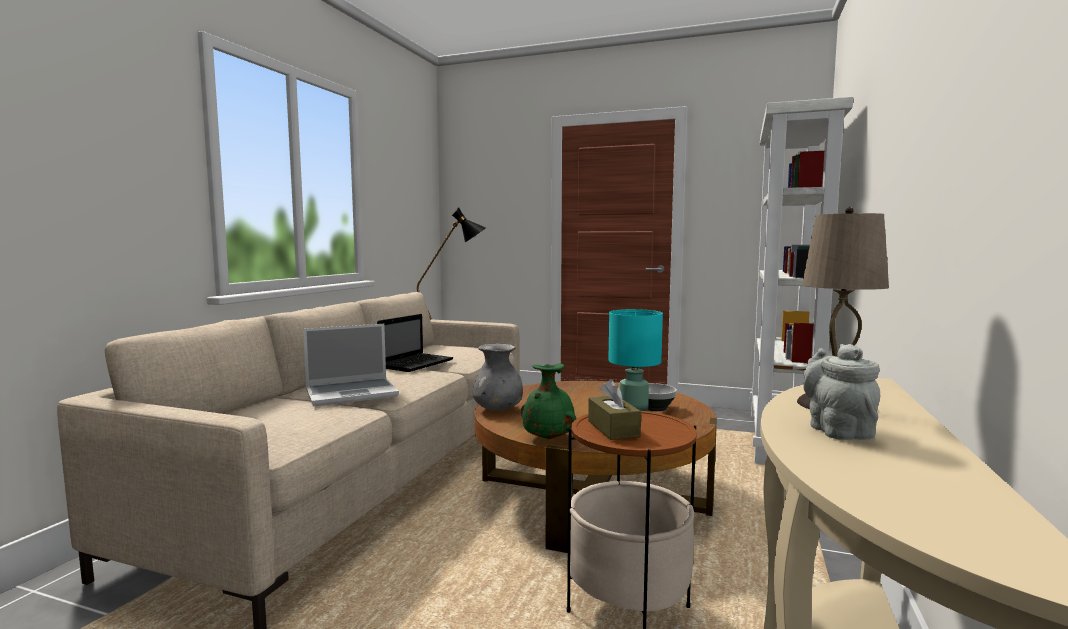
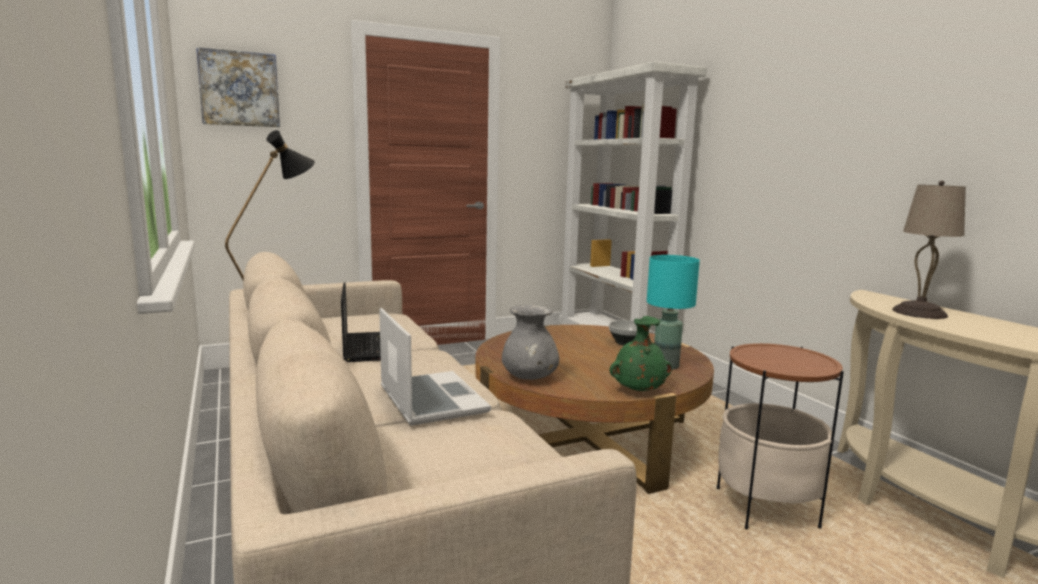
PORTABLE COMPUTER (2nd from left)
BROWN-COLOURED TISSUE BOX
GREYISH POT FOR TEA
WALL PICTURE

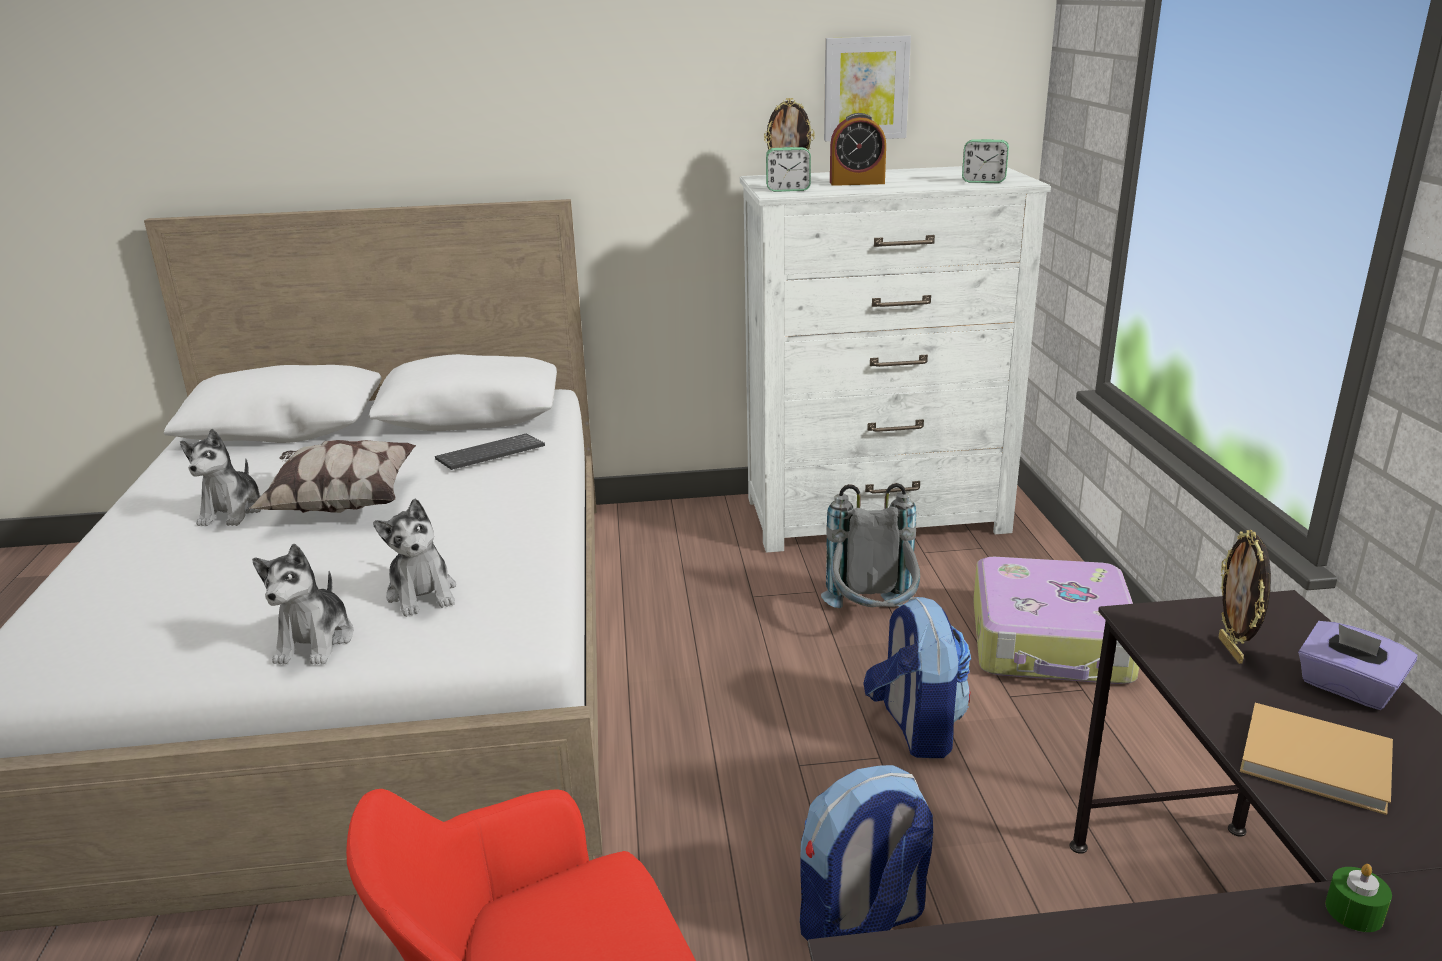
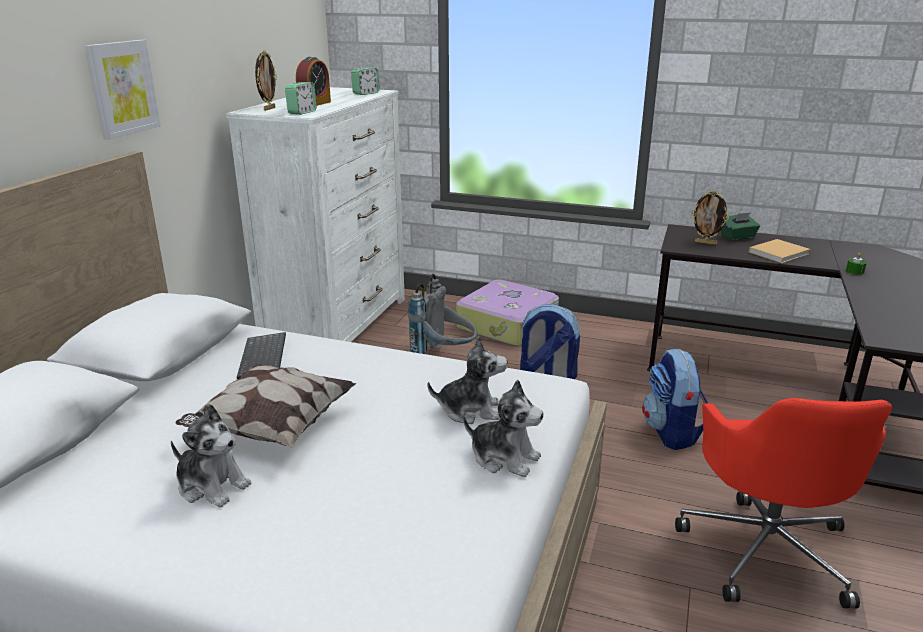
WALL PICTURE
GREEN-COLOURED TISSUE BOX

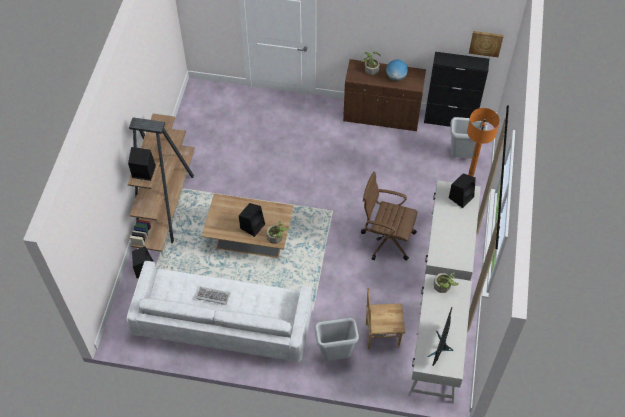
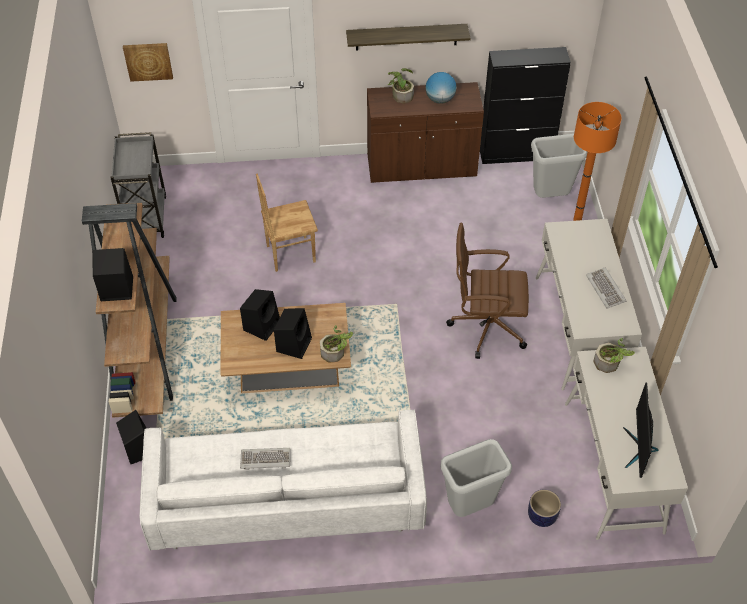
BROWN-COLOURED CHAIR
BLACK AUDIO SPEAKER (3rd from left)
WALL PICTURE
GREYISH TROLLEY
BRACKET SHELF
FLOWER POT
KEYBOARD (2nd from left)

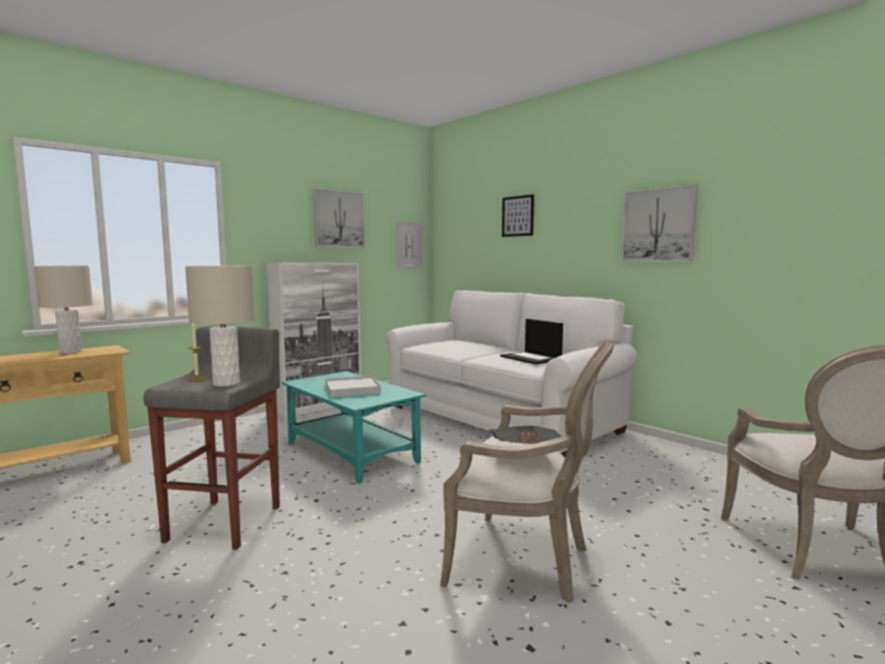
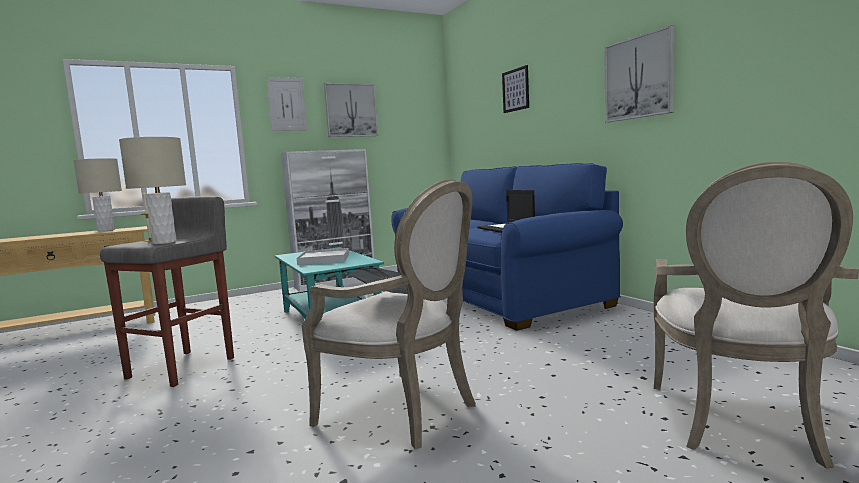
BLUISH SETTEE
WALL PICTURE (1st from left)

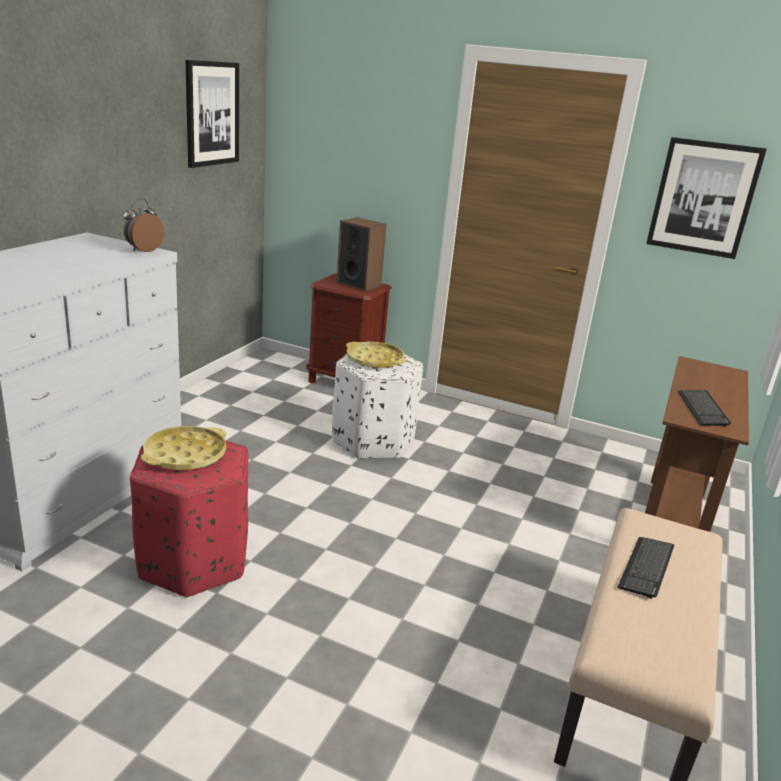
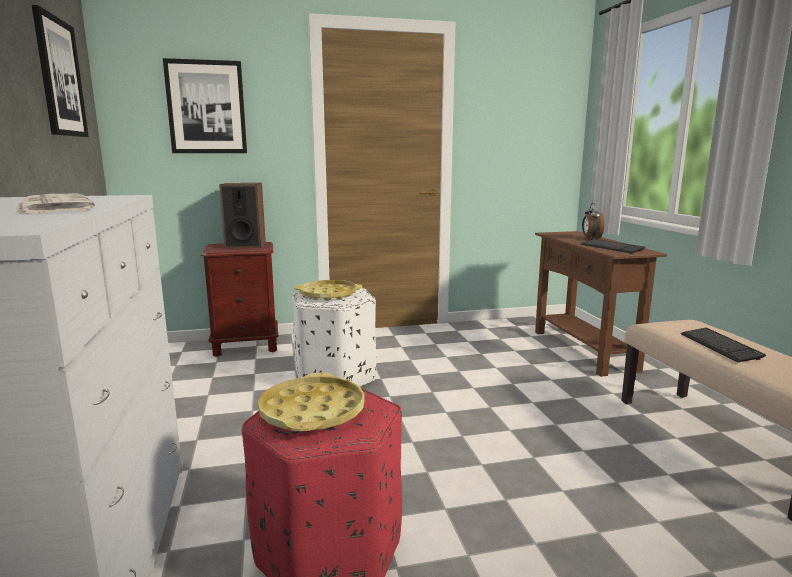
TABLE CLOCK
WALL PICTURE (2nd from left)
PRINTED PAPER

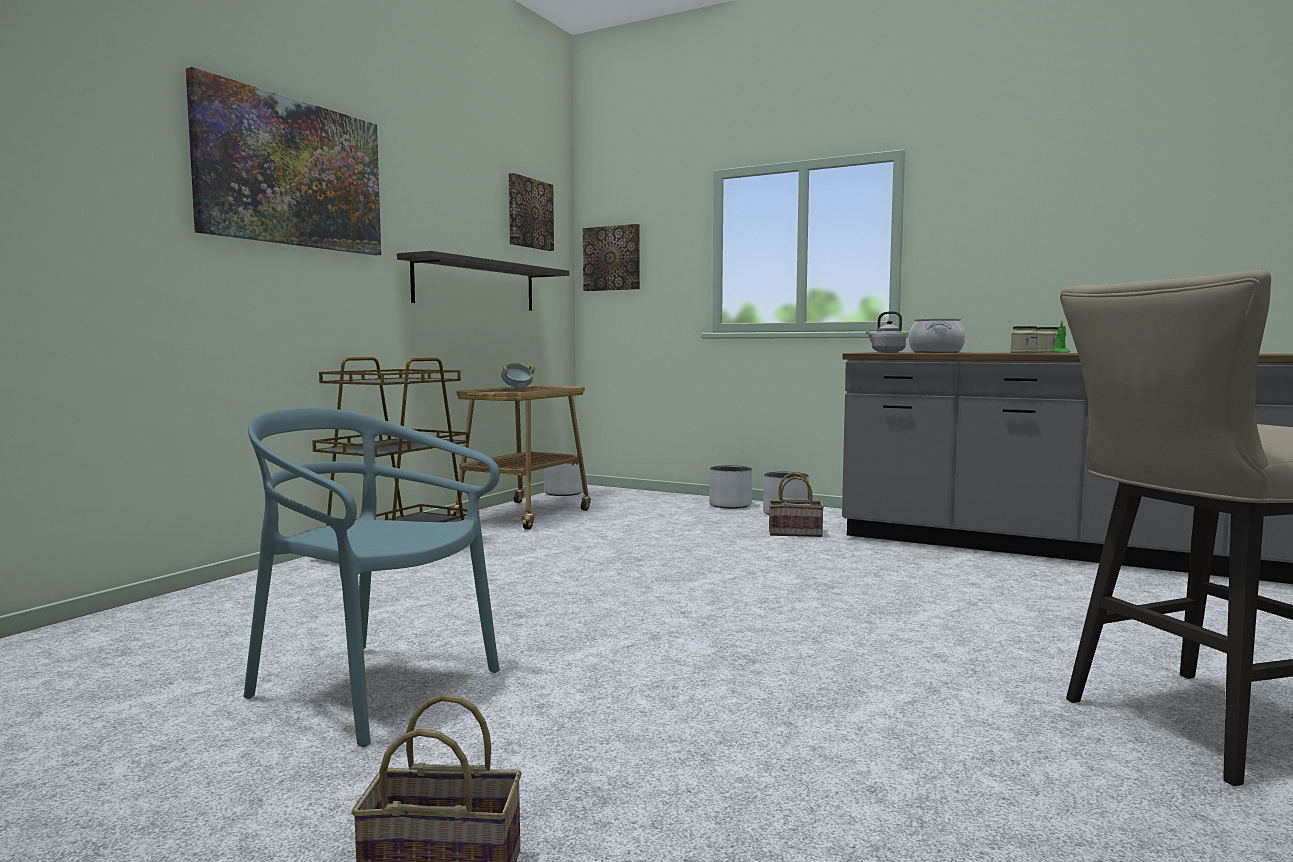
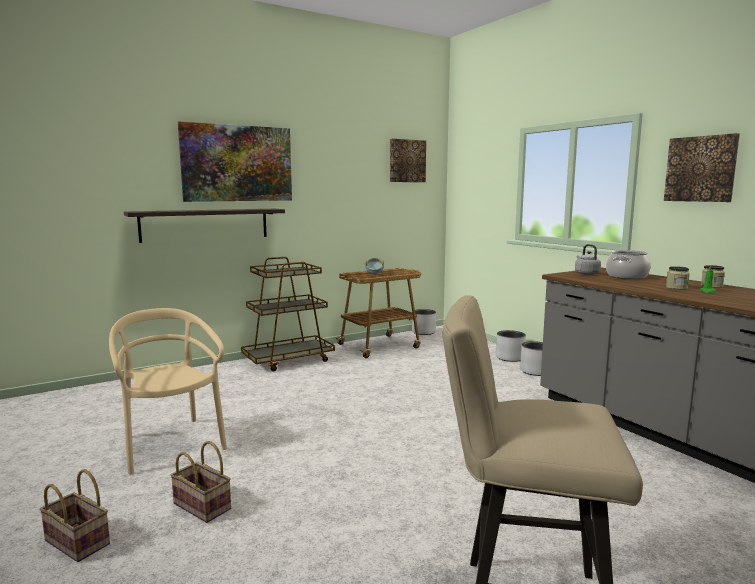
BEIGE-COLOURED CHAIR
BRACKET SHELF
WALL PICTURE (3rd from left)
STORAGE BASKET (2nd from left)

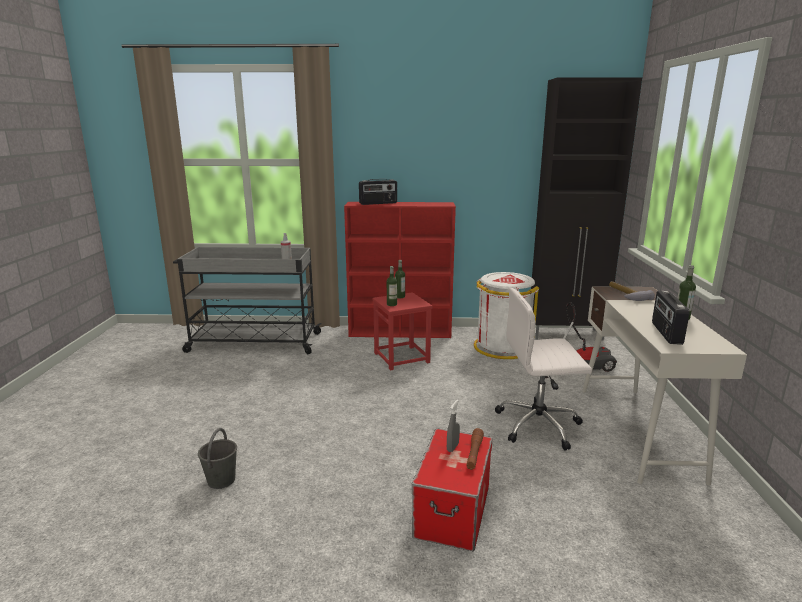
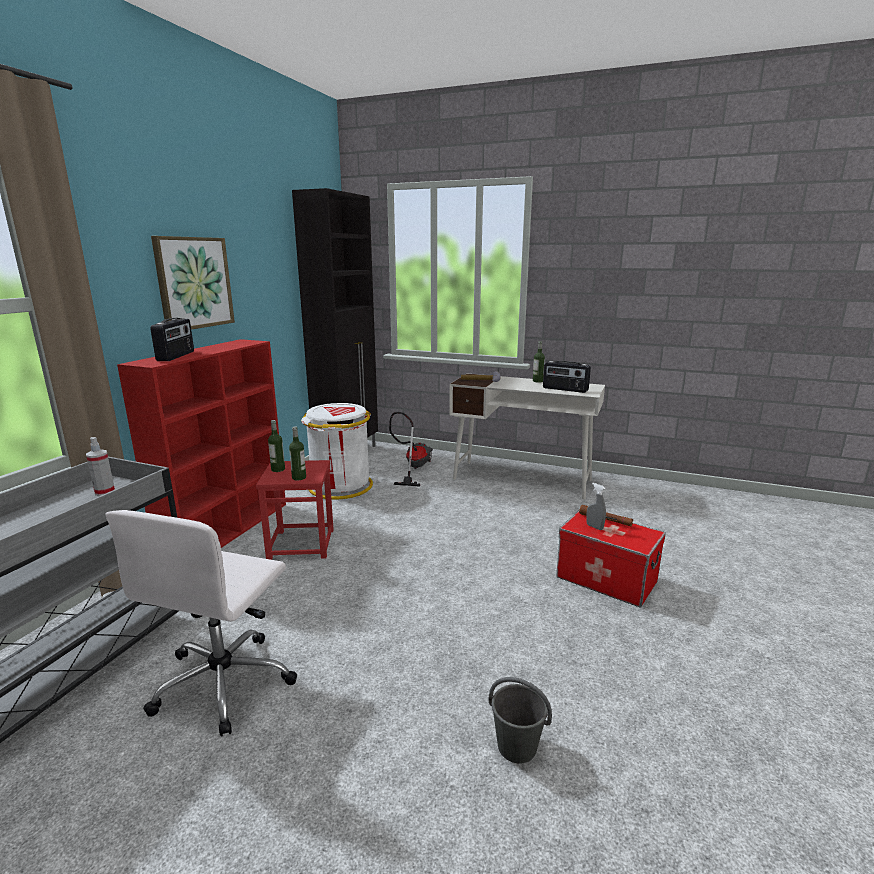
WHITE COMPUTER CHAIR
WALL PICTURE

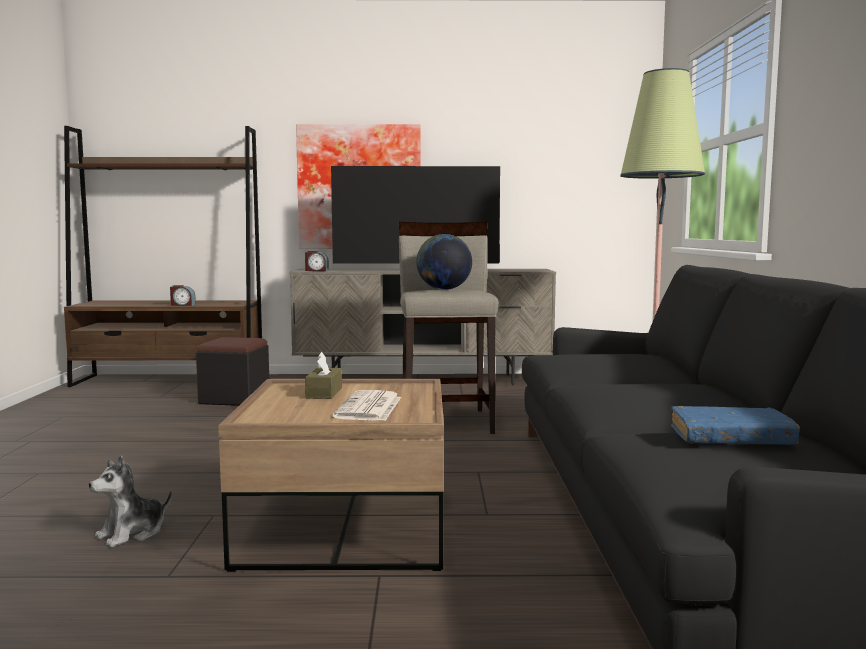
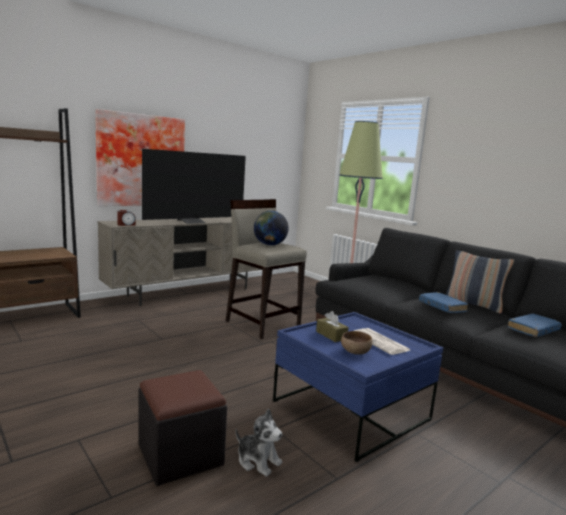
CUDDLY TOY
TABLE CLOCK (1st from left in the first image)
BLACK FOOTREST
BLUISH COFFEE TABLE
BROWN-COLOURED DEEP DISH
BLUISH BOOK (1st from left)
PILLOW

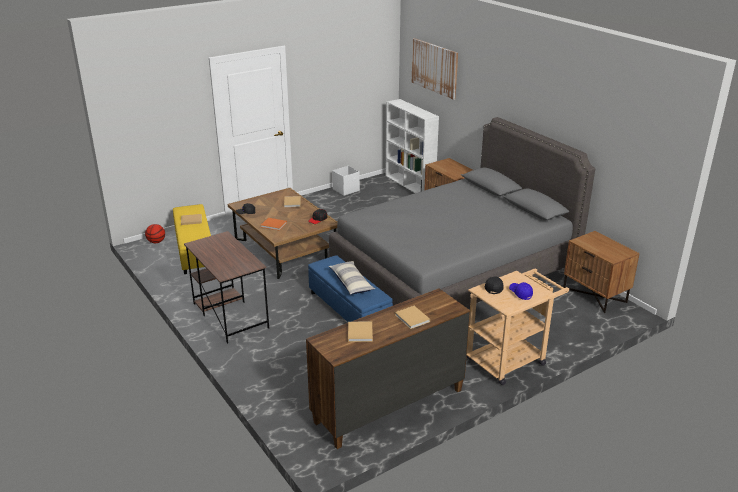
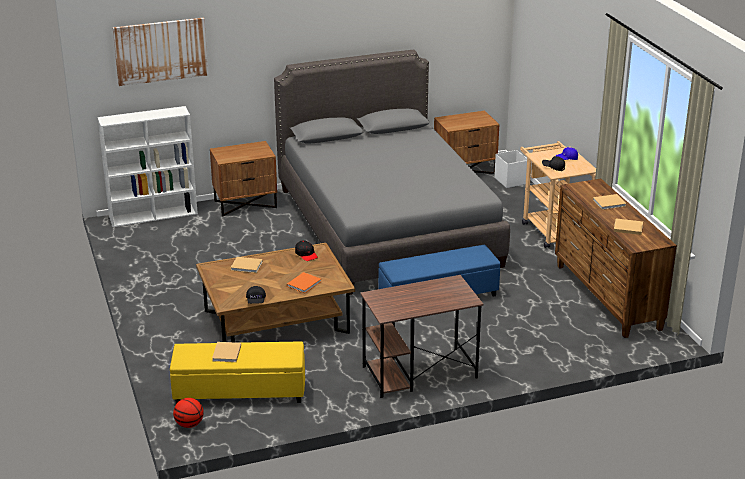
PILLOW
WHITE STORAGE CONTAINER

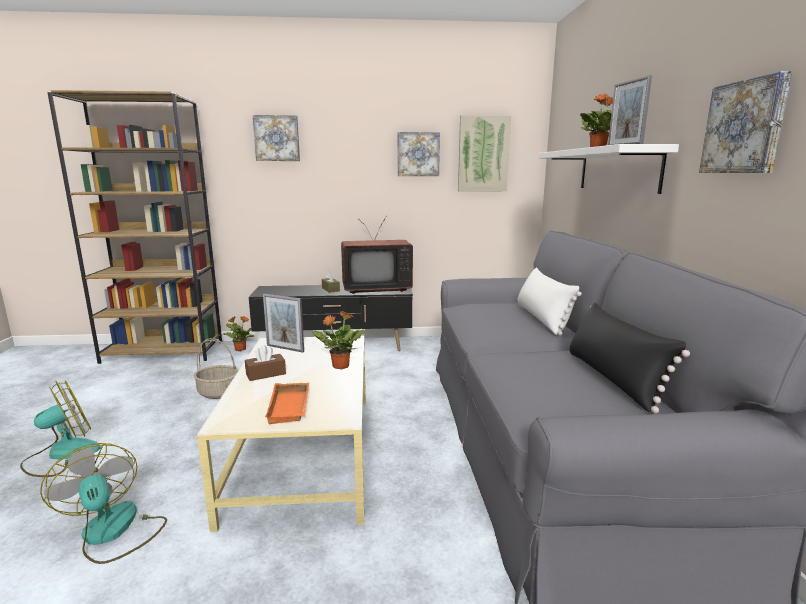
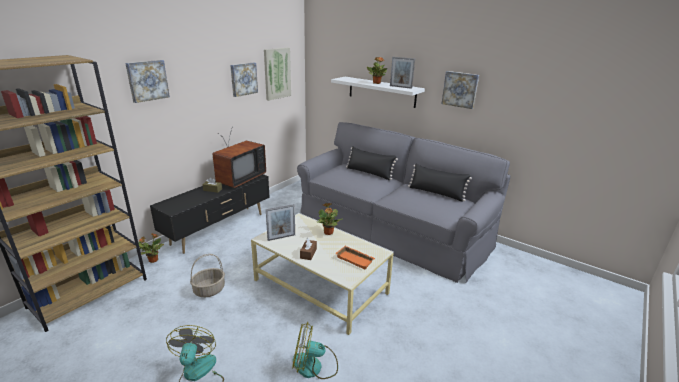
BLACK PILLOW (1st from left)

